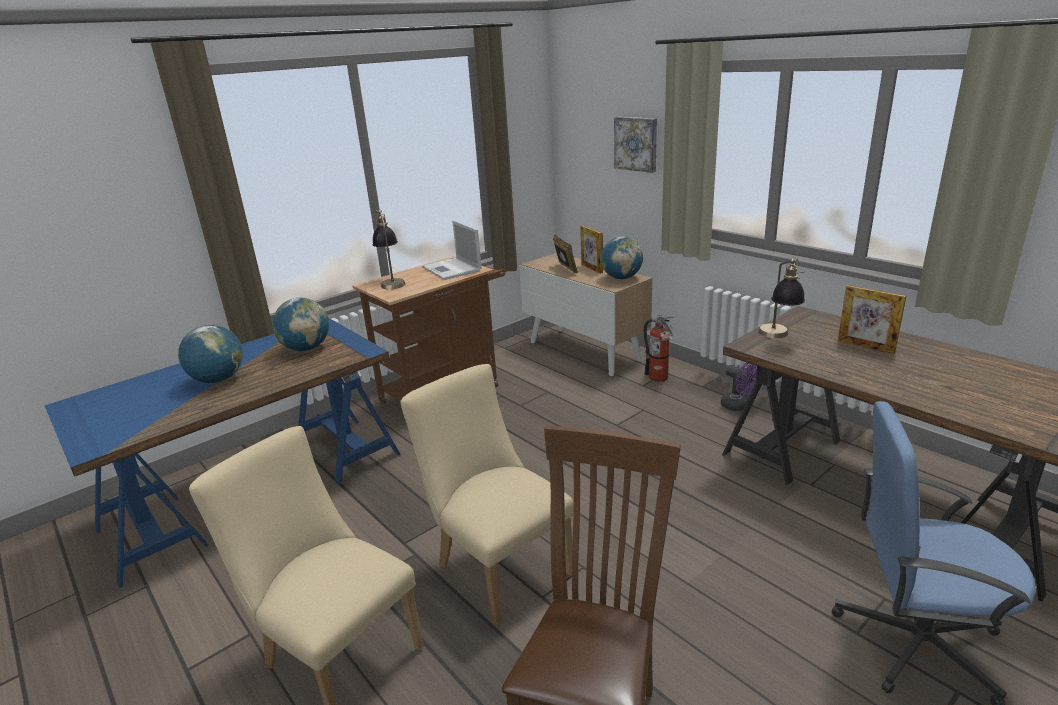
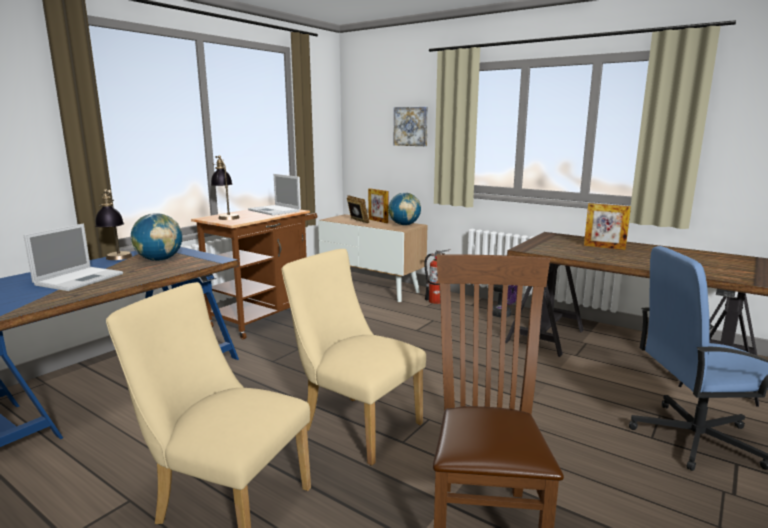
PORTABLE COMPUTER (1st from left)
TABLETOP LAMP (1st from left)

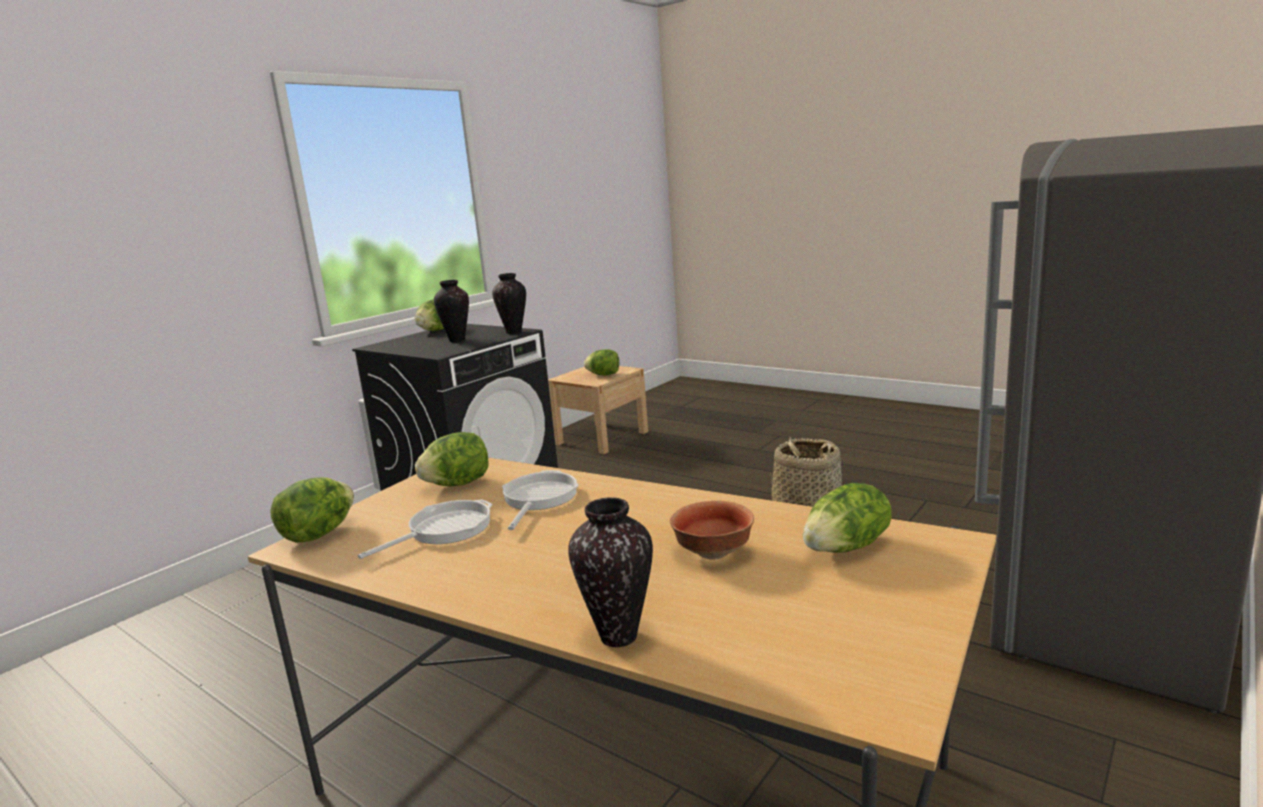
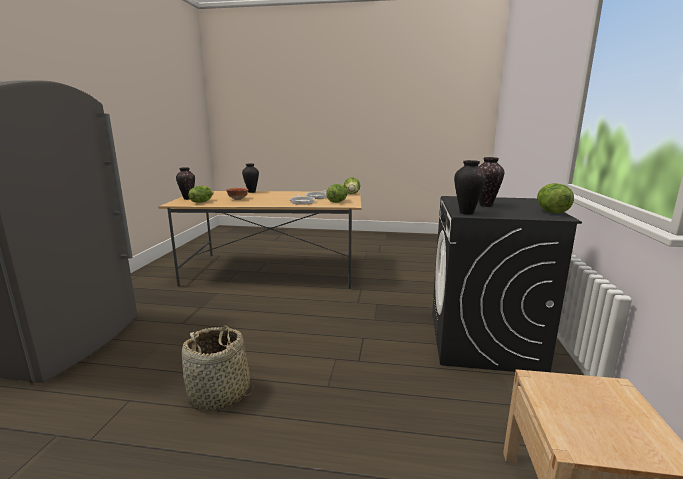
HEAD OF LETTUCE (4th from left in the first image)
DECORATIVE VASE (1st from left)

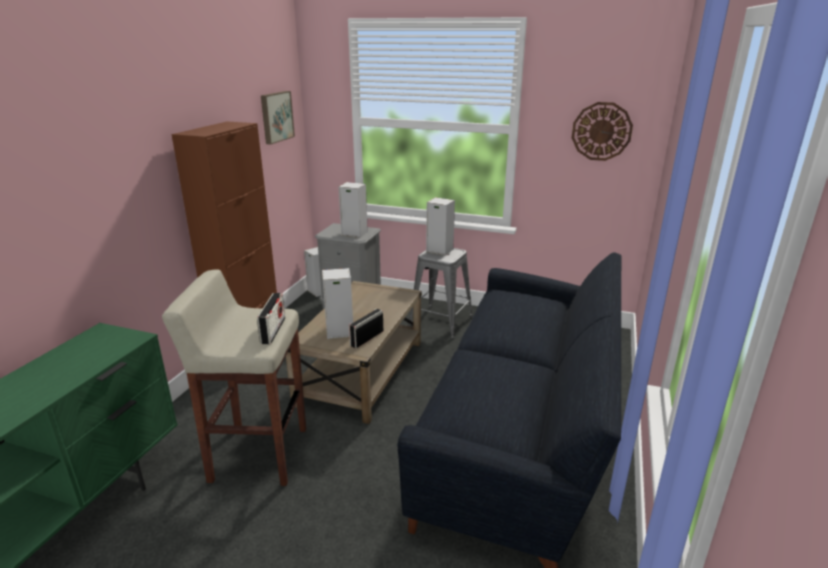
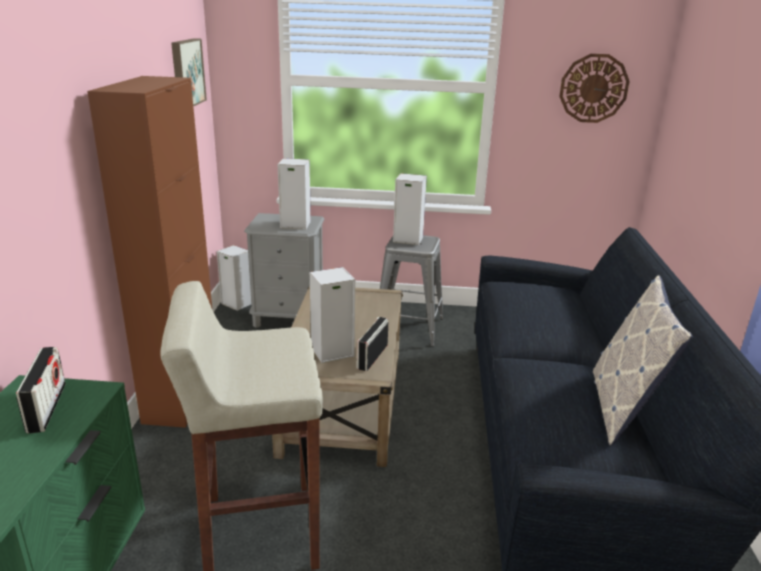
RADIO RECEIVER (1st from left)
PILLOW

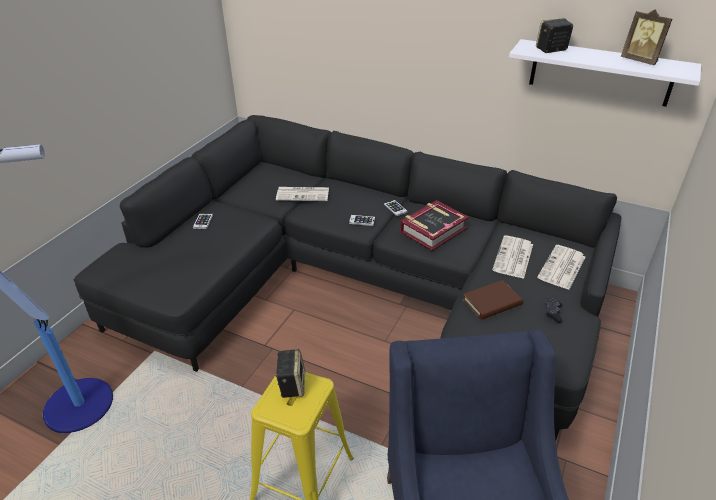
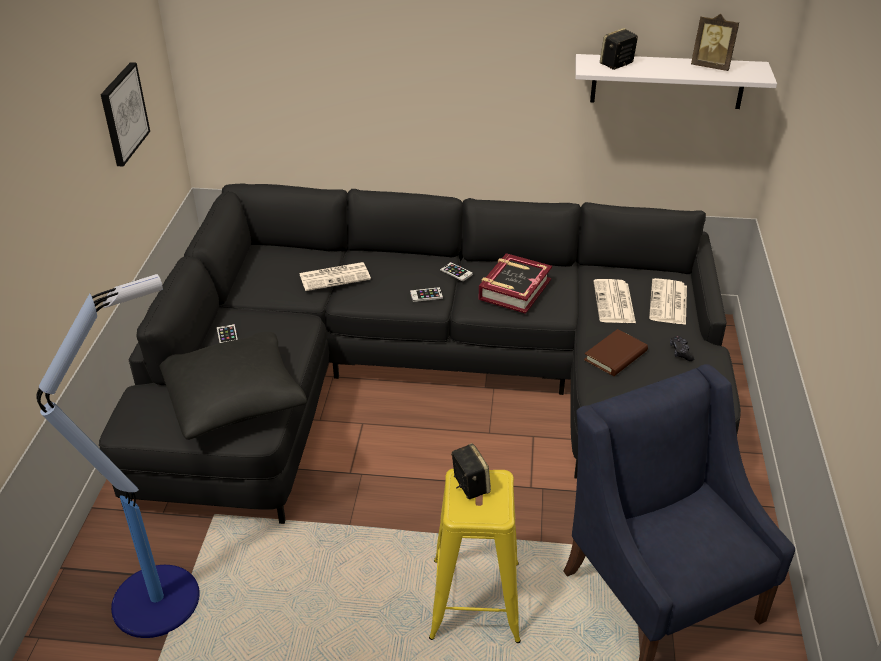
WALL PICTURE
BLACK PILLOW

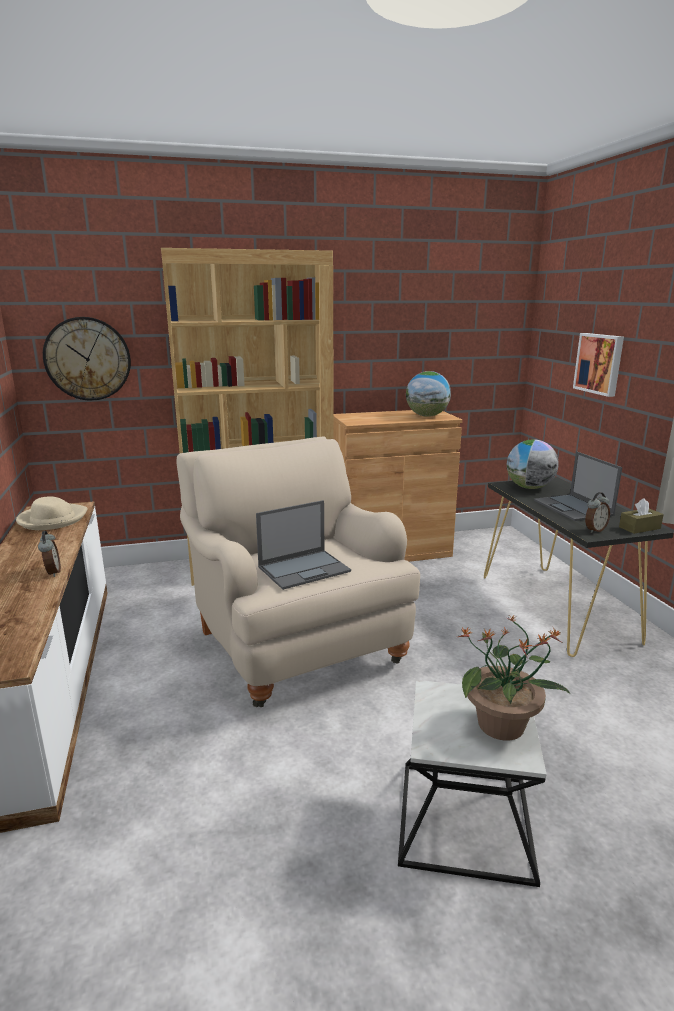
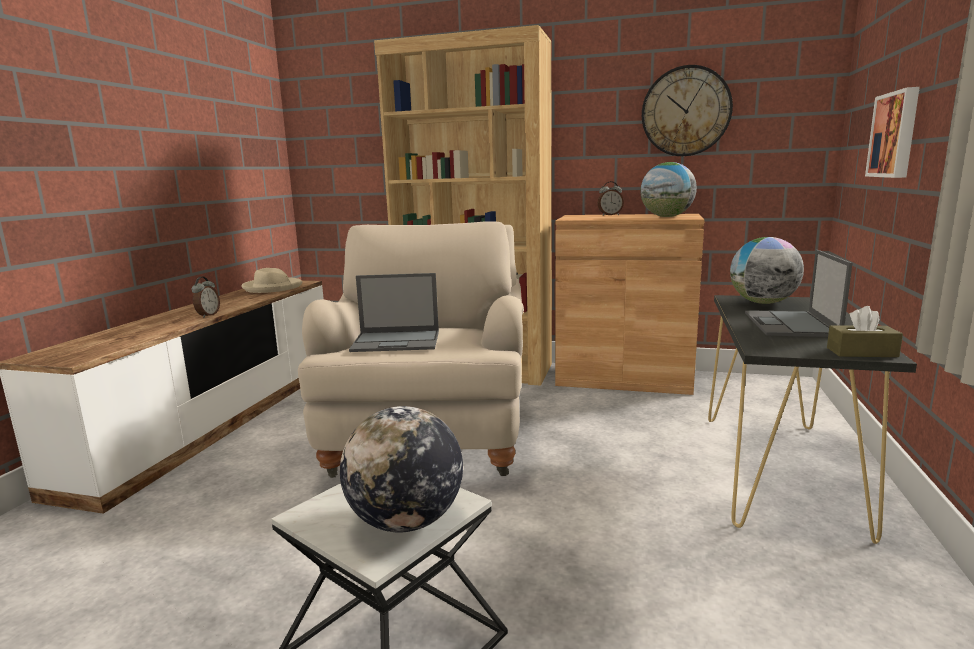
CLOCK ON THE WALL
DESK GLOBE (1st from left)
TABLE CLOCK (2nd from left)

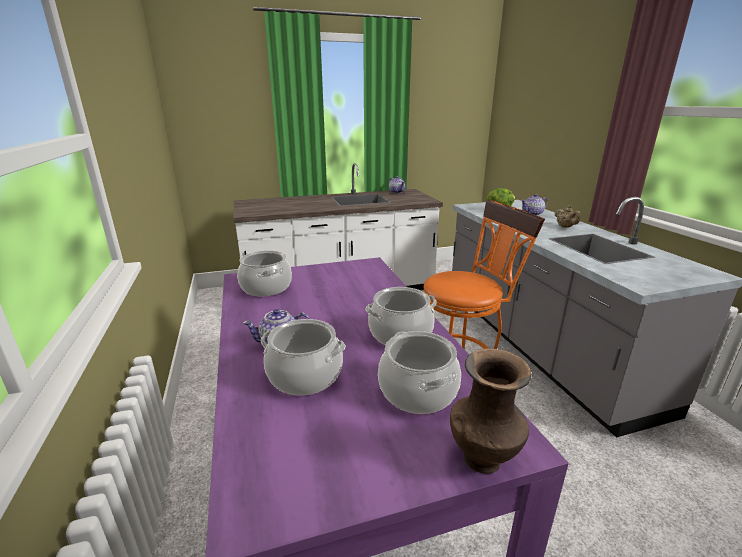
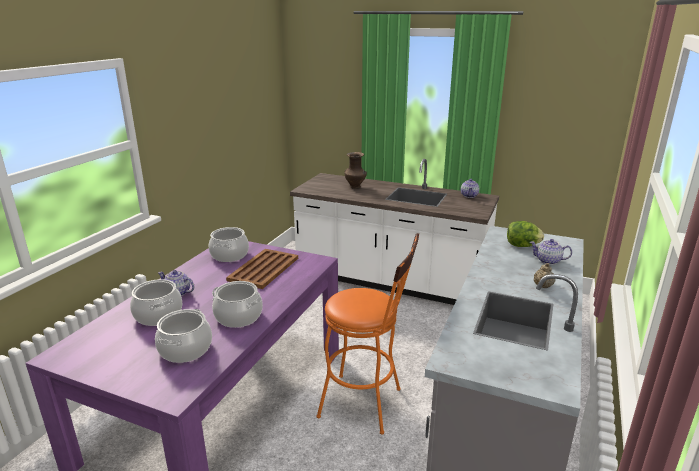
BROWN-COLOURED DECORATIVE VASE
BROWN-COLOURED TRAY

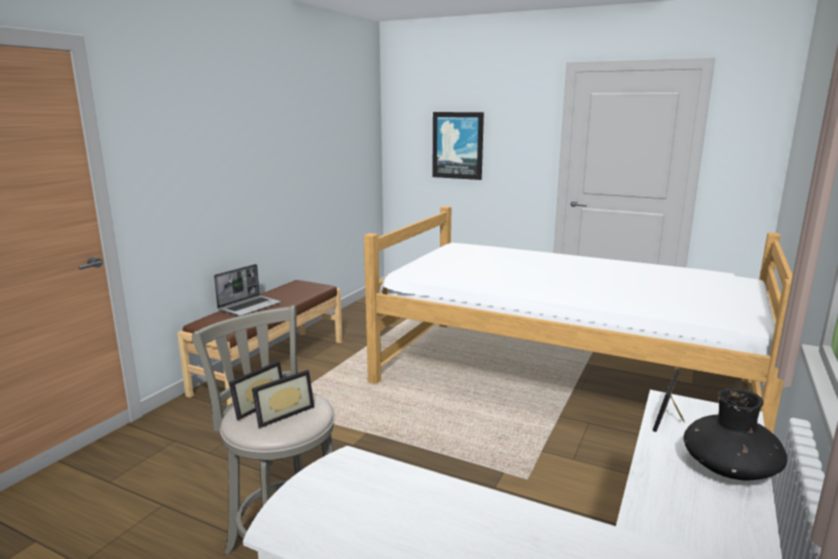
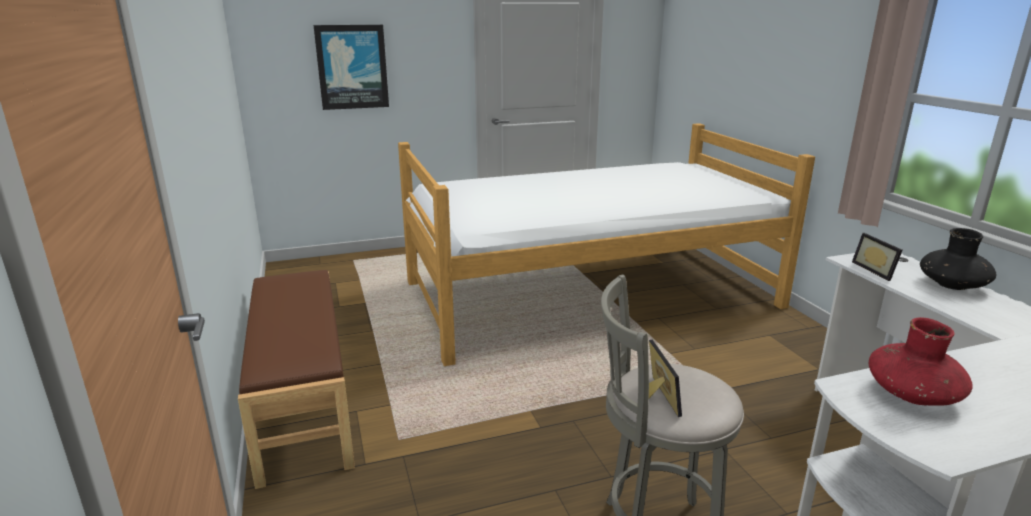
PORTABLE COMPUTER
PICTURE FRAME (2nd from left in the first image)
REDDISH DECORATIVE VASE

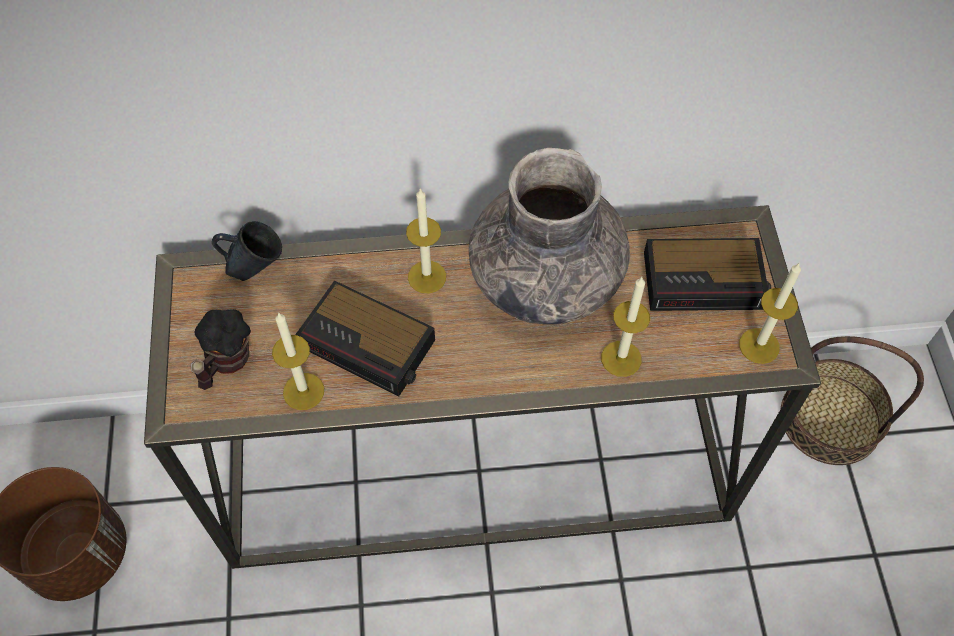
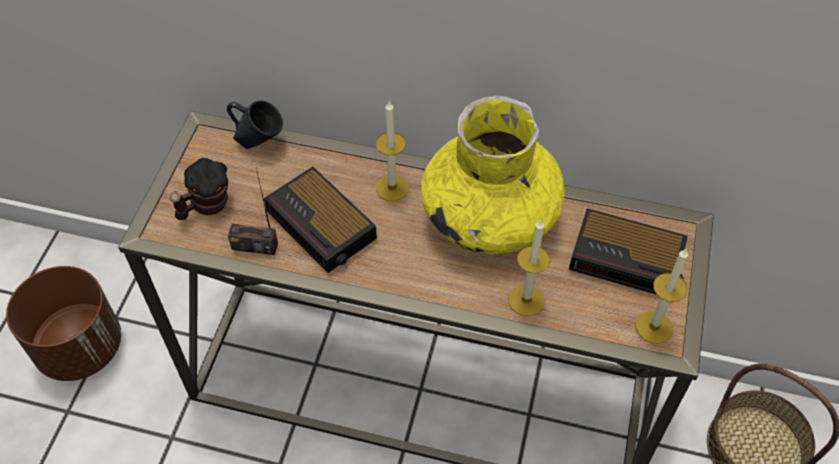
RADIO RECEIVER
YELLOW-COLOURED DECORATIVE VASE

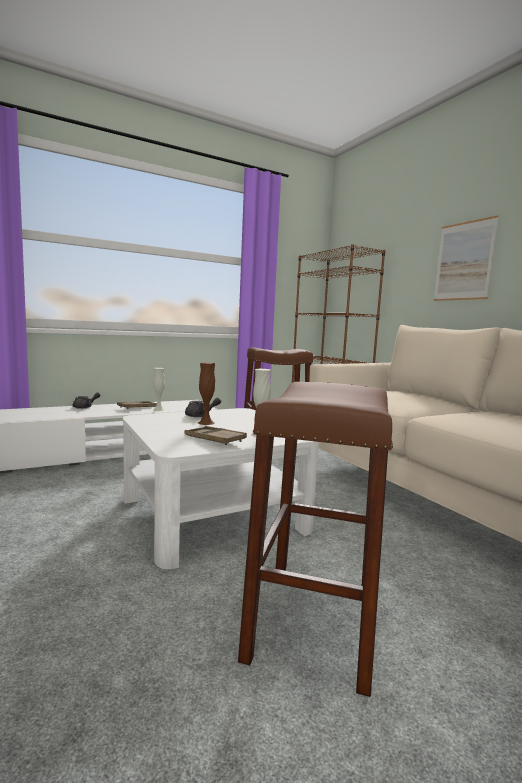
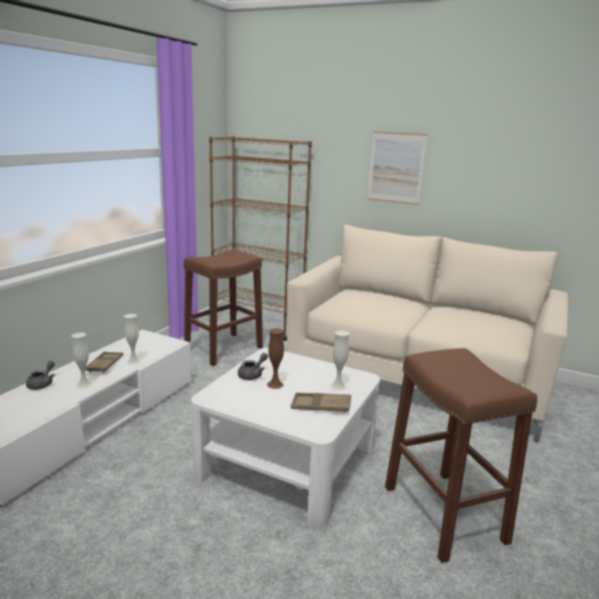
WHITE DECORATIVE VASE (1st from left)

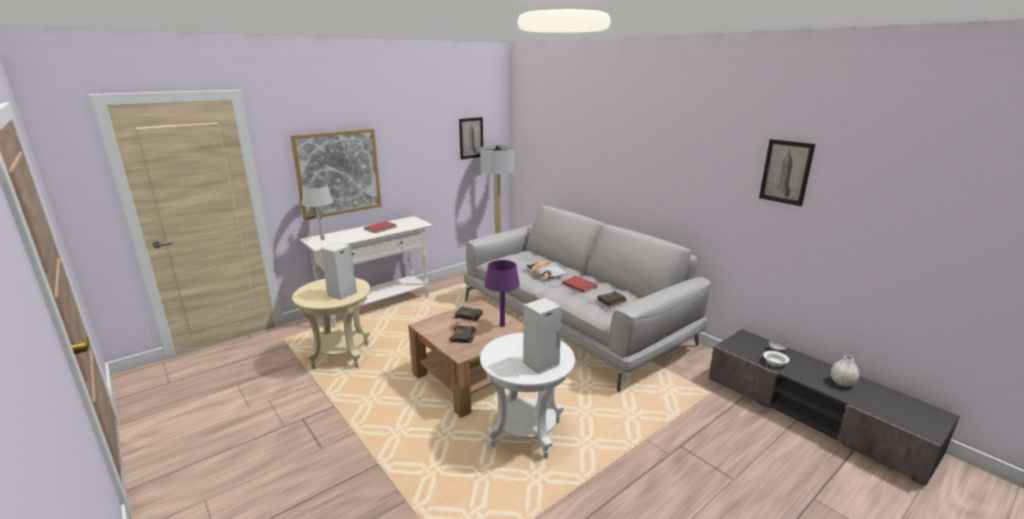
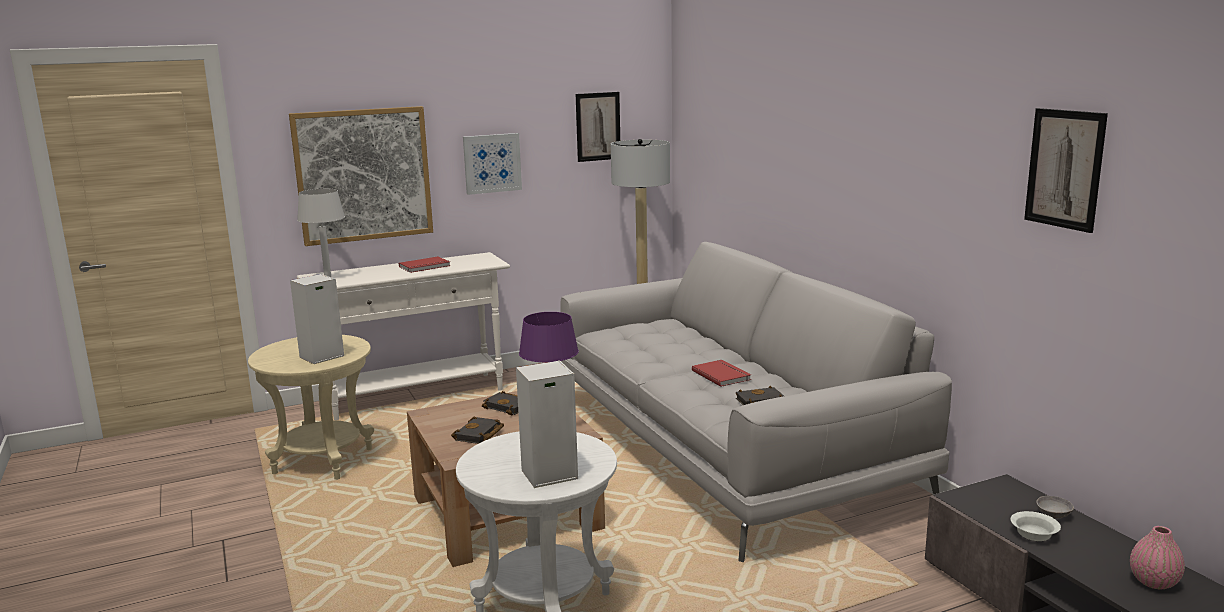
PILLOW
PINKISH DECORATIVE VASE
WALL PICTURE (2nd from left)

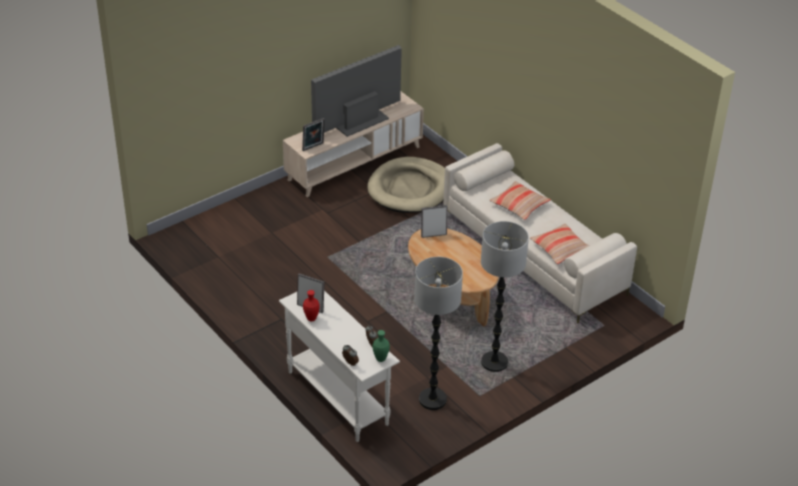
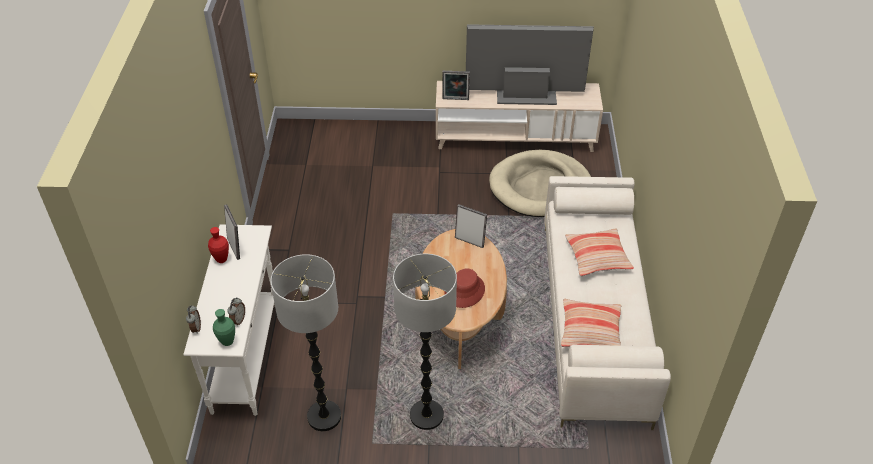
REDDISH WEARABLE HAT

